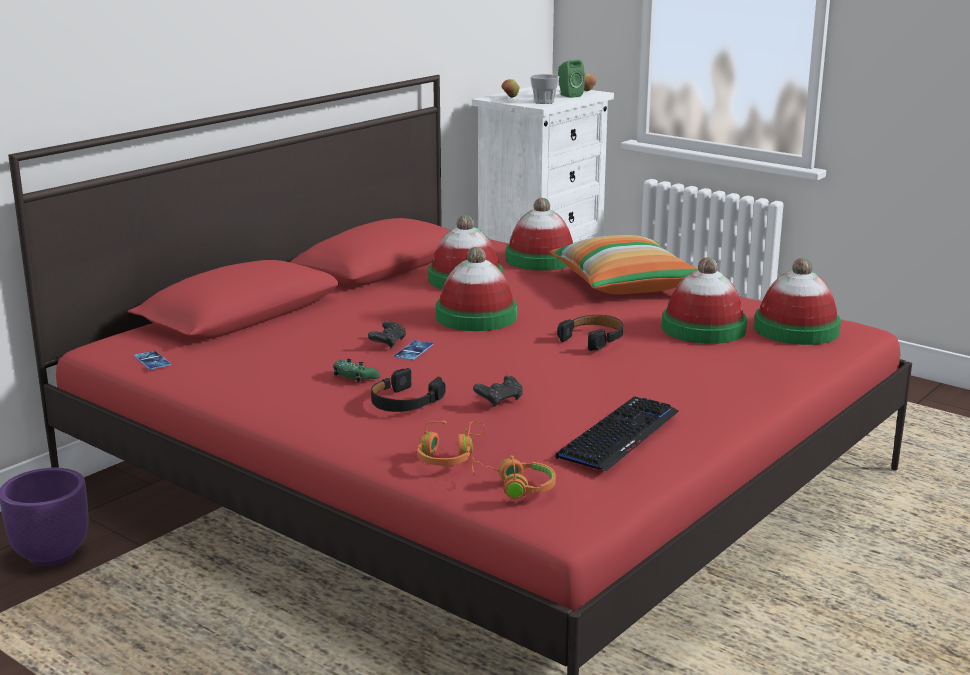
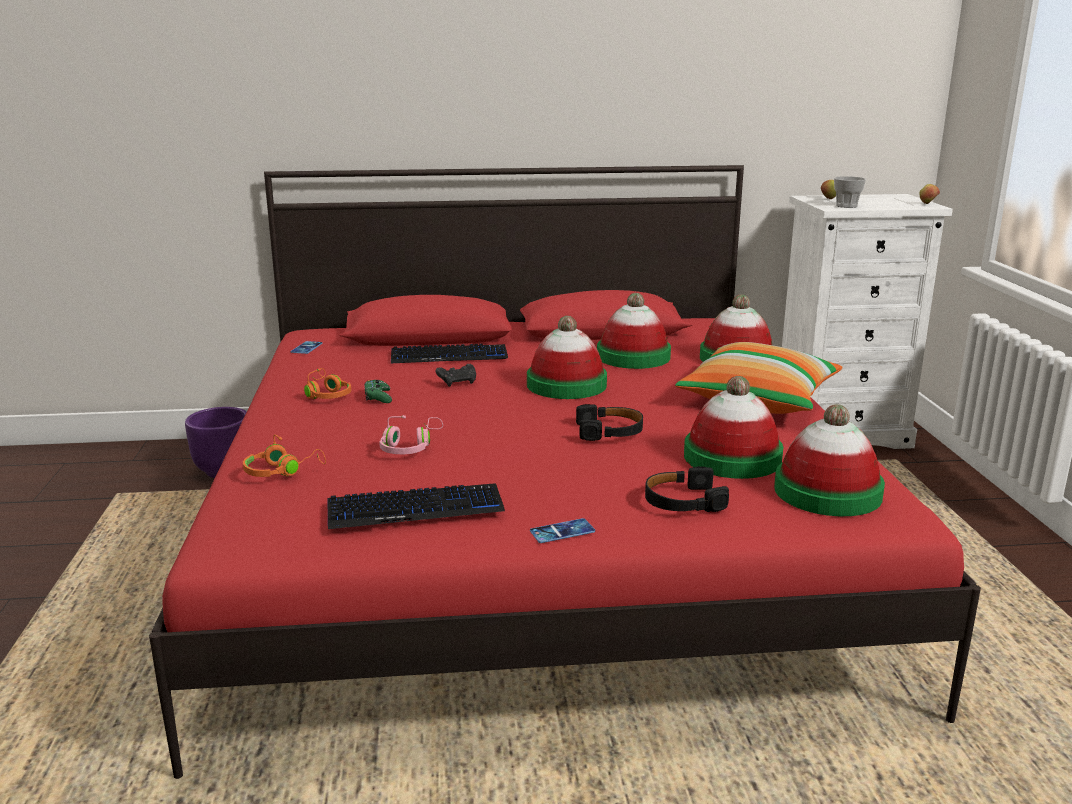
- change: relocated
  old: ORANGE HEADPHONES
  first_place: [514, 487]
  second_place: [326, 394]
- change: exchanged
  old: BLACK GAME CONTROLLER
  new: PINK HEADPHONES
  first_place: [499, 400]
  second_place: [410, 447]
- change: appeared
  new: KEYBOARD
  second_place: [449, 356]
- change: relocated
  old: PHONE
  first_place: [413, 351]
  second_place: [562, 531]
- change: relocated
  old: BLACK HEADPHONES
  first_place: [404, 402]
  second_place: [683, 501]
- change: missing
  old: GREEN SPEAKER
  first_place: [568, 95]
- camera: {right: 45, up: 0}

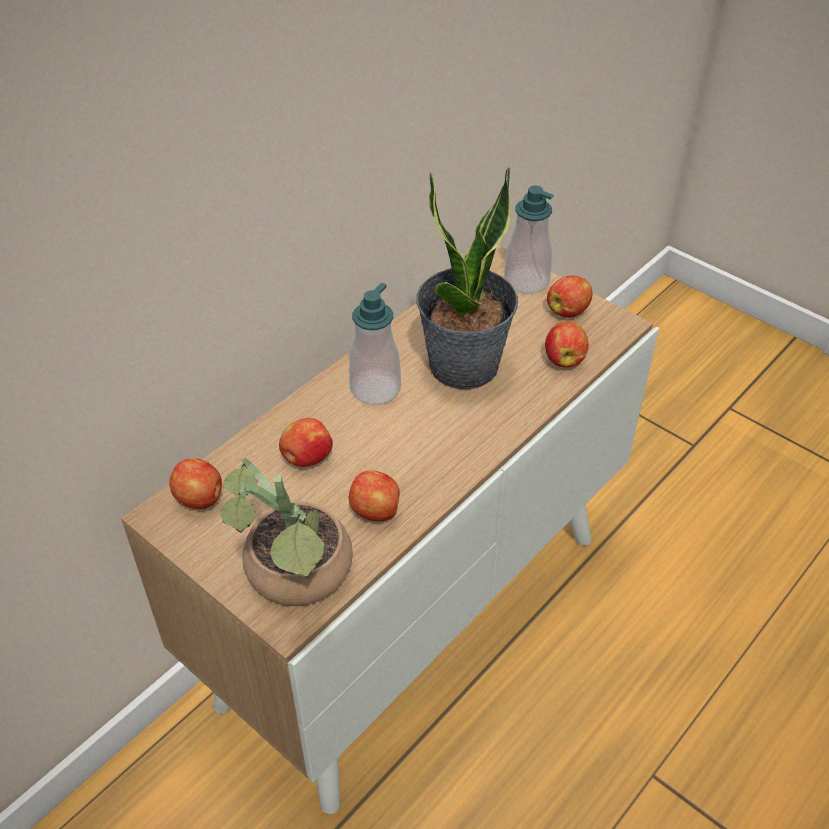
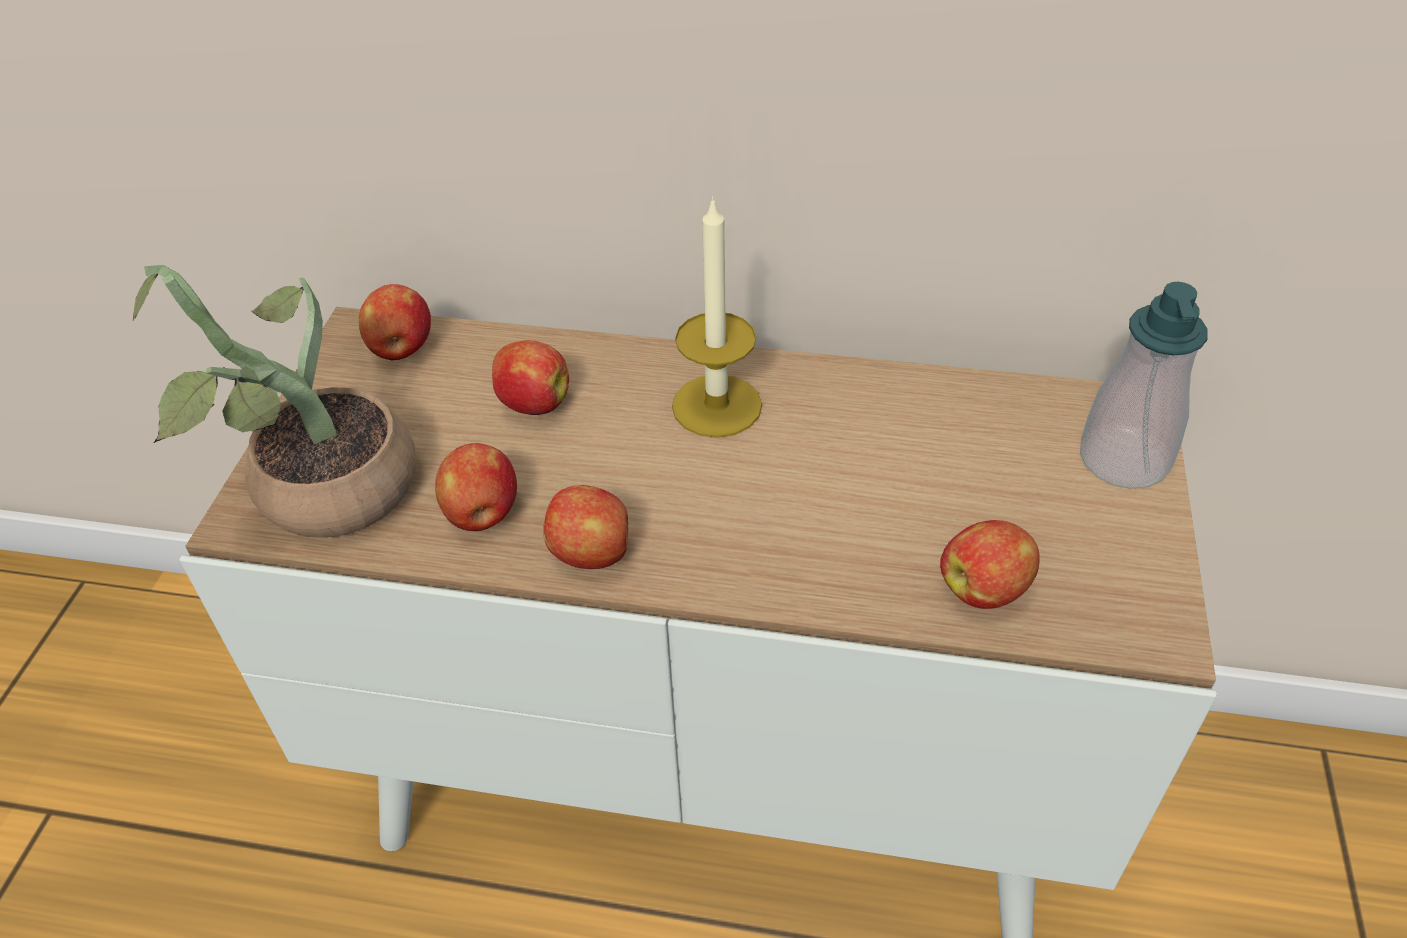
- change: relocated
  old: APPLE
  first_place: [568, 311]
  second_place: [592, 554]
- change: exchanged
  old: SOAP DISPENSER
  new: CANDLE
  first_place: [375, 389]
  second_place: [717, 406]
- change: missing
  old: POTTED PLANT
  first_place: [464, 366]
- camera: {right: 60, up: 0}

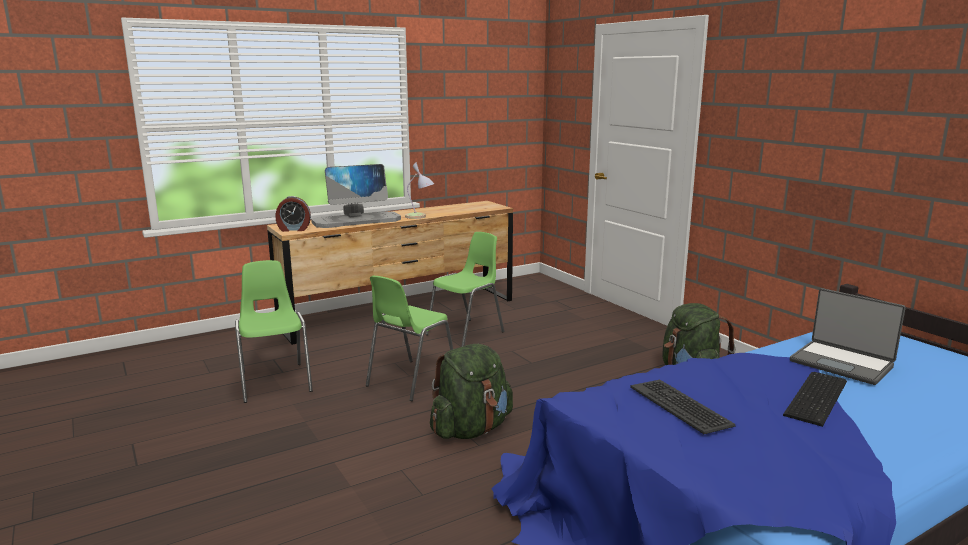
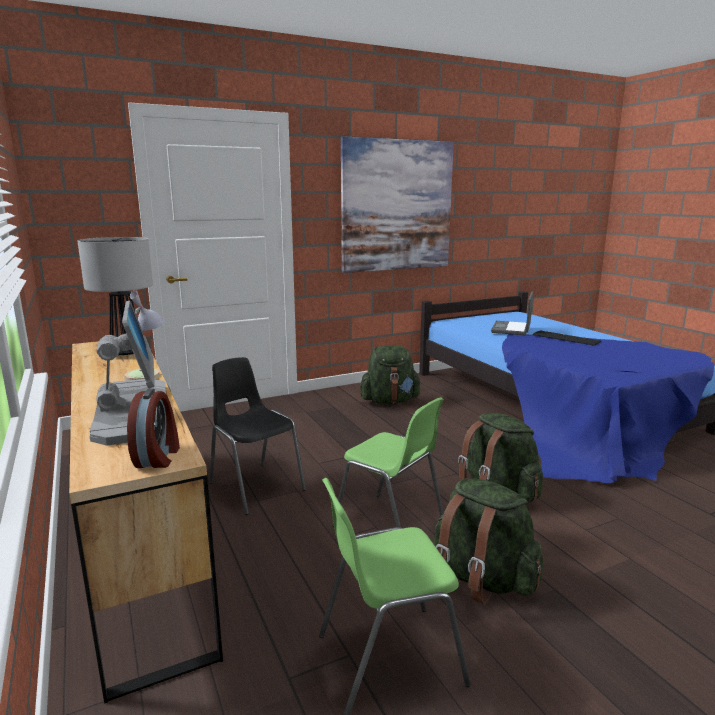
- change: appeared
  new: TABLE LAMP
  second_place: [127, 354]
- change: colour
  old: GREEN CHAIR
  new: BLACK CHAIR
  first_place: [466, 333]
  second_place: [256, 486]
- change: appeared
  new: PICTURE
  second_place: [397, 206]
- change: appeared
  new: GREEN BACKPACK
  second_place: [481, 579]
- change: spun
  old: LAPTOP
  first_place: [842, 363]
  second_place: [512, 329]
  degrees: 150
- change: missing
  old: KEYBOARD
  first_place: [680, 406]
- camera: {right: -85, up: 0}

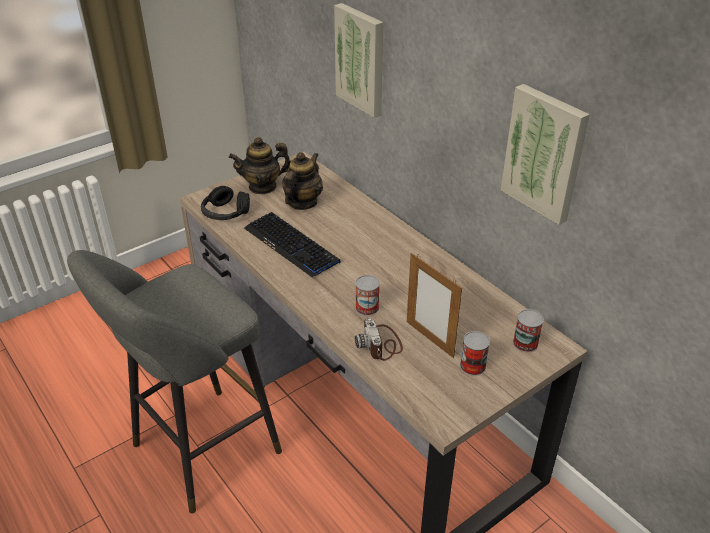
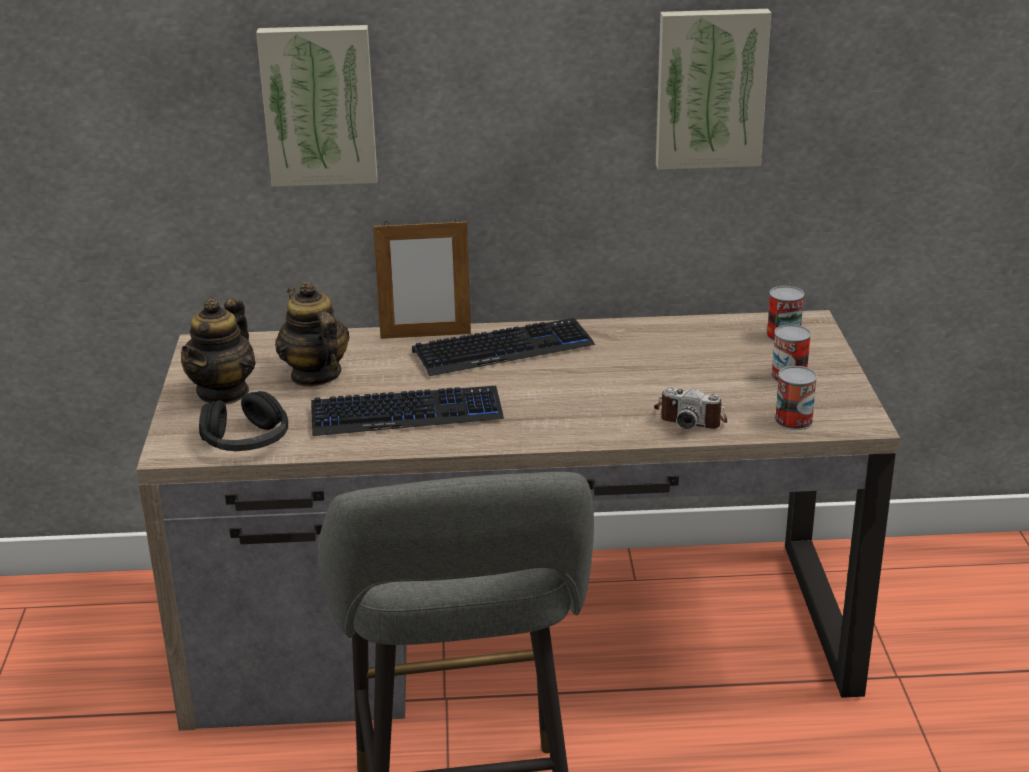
- change: relocated
  old: PICTURE FRAME
  first_place: [429, 339]
  second_place: [425, 335]
- change: appeared
  new: KEYBOARD
  second_place: [503, 350]
- change: relocated
  old: CAN
  first_place: [367, 307]
  second_place: [793, 420]
- camera: {right: -55, up: -10}

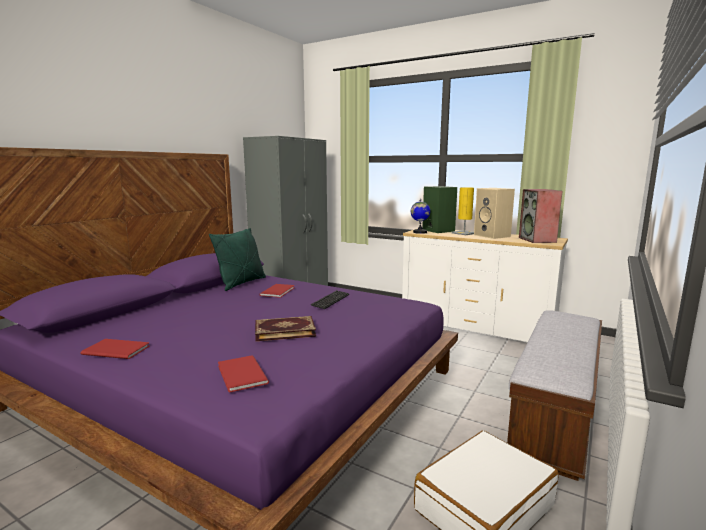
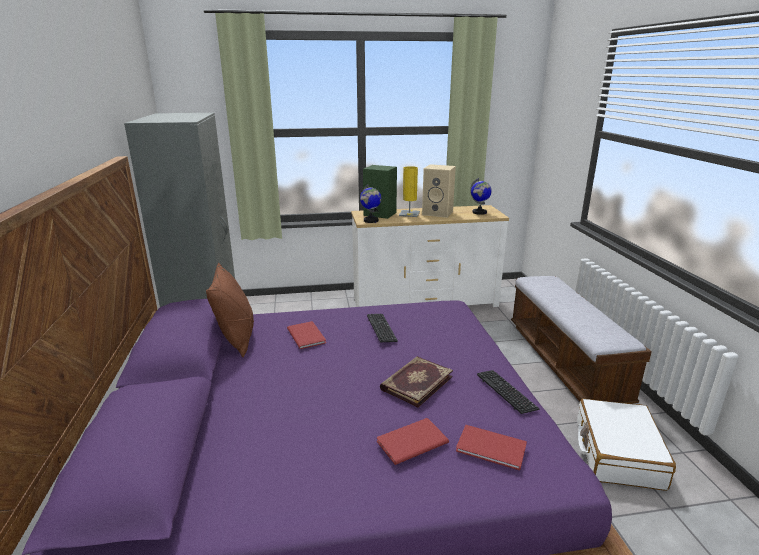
- change: colour
  old: GREEN PILLOW
  new: BROWN PILLOW
  first_place: [241, 283]
  second_place: [237, 338]
- change: relocated
  old: RED BOOK
  first_place: [116, 349]
  second_place: [409, 441]
- change: exchanged
  old: SPEAKER
  new: GLOBE
  first_place: [537, 240]
  second_place: [479, 212]
- change: appeared
  new: KEYBOARD
  second_place: [506, 392]
- camera: {right: -40, up: 10}

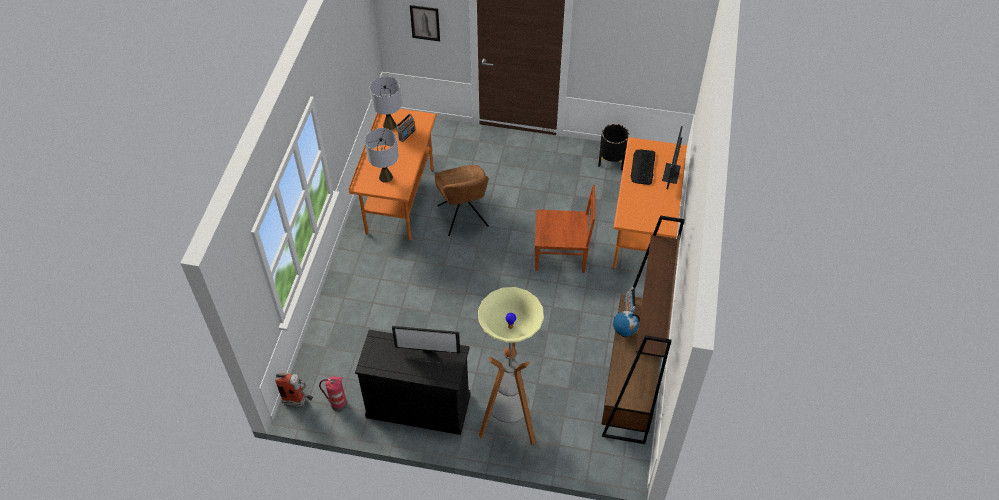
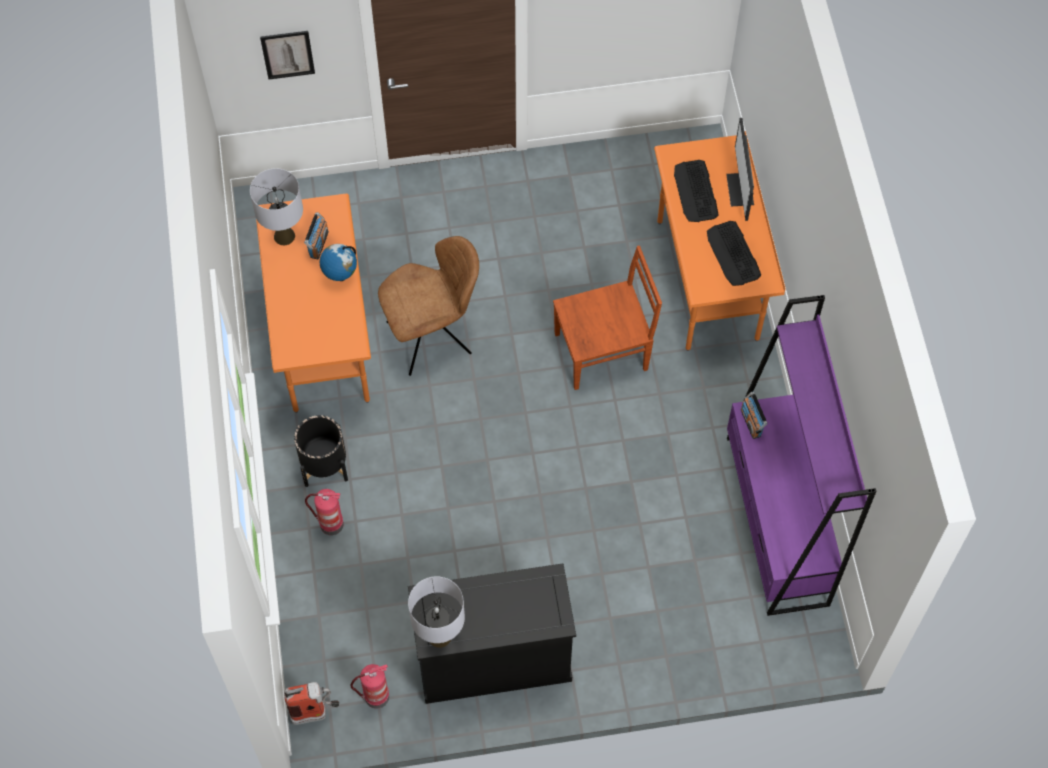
- change: relocated
  old: BLACK PLANTER
  first_place: [612, 159]
  second_place: [324, 464]
- change: appeared
  new: FIRE EXTINGUISHER
  second_place: [330, 524]
- change: relocated
  old: GLOBE
  first_place: [624, 333]
  second_place: [340, 276]
- change: spun
  old: BROWN CHAIR
  first_place: [463, 217]
  second_place: [432, 337]
  degrees: -75
- change: relocated
  old: GREY TABLE LAMP
  first_place: [385, 177]
  second_place: [439, 636]
- change: appeared
  new: KEYBOARD
  second_place: [733, 254]
- change: colour
  old: BROWN BOOKCASE
  new: PURPLE BOOKCASE
  first_place: [630, 382]
  second_place: [777, 520]
- change: missing
  old: MONITOR
  first_place: [428, 353]
- change: missing
  old: FLOOR LAMP
  first_place: [509, 426]
- camera: {right: -20, up: 10}

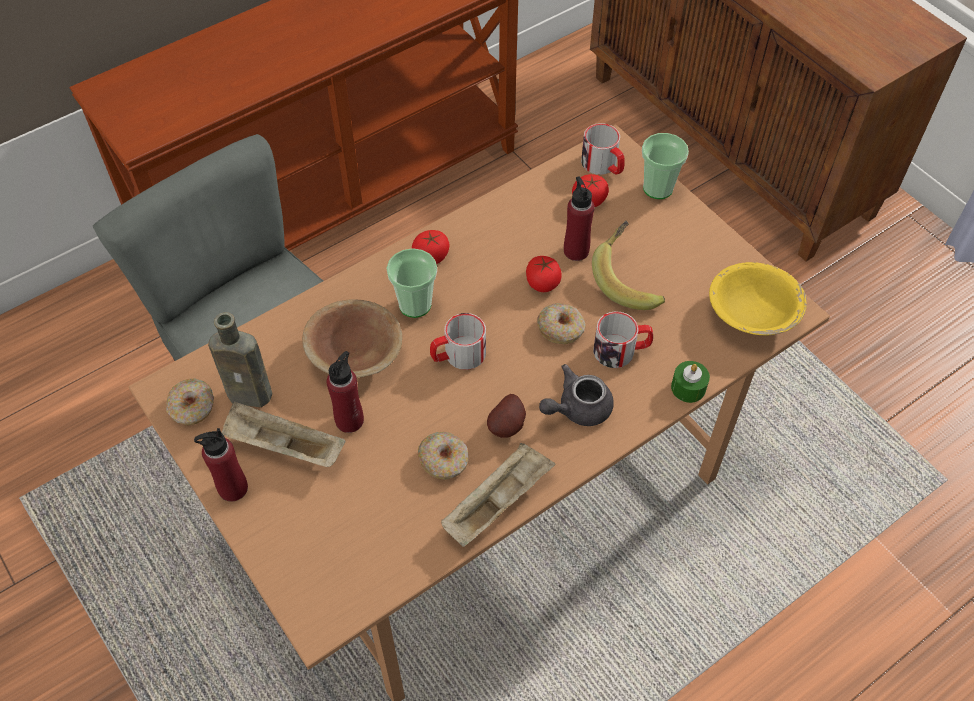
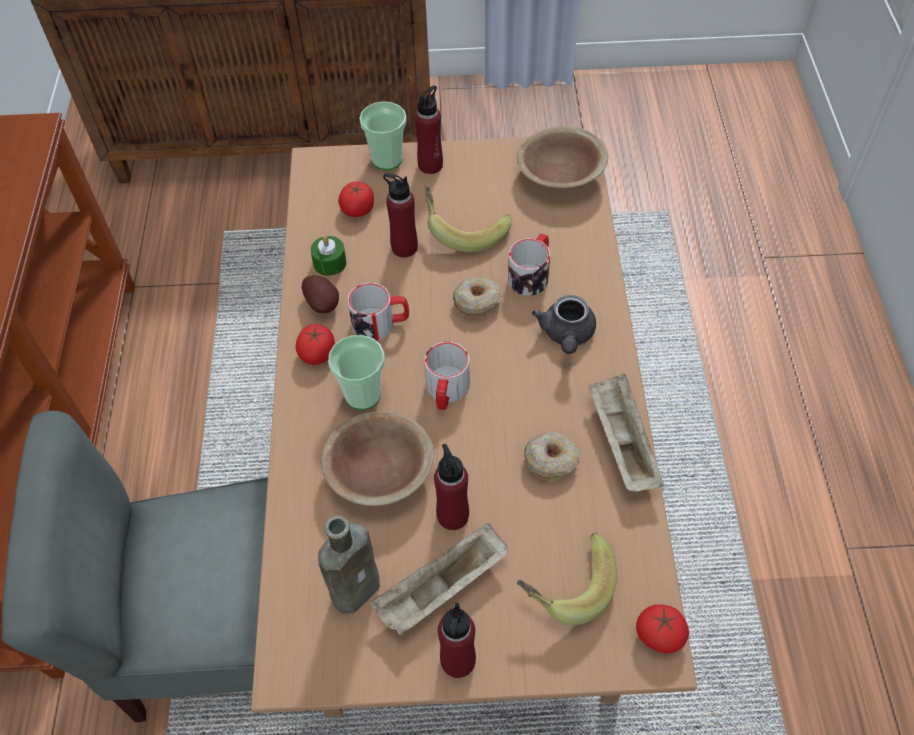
- change: relocated
  old: POTATO
  first_place: [508, 426]
  second_place: [323, 304]
- change: relocated
  old: GREEN CANDLE
  first_place: [688, 387]
  second_place: [330, 263]
- change: relocated
  old: MUG
  first_place: [603, 165]
  second_place: [381, 324]
- change: appeared
  new: RED BOTTLE
  second_place: [430, 165]
- change: colour
  old: YELLOW BOWL
  new: BROWN BOWL
  first_place: [751, 314]
  second_place: [560, 175]
- change: appeared
  new: BANANA
  second_place: [565, 584]
- change: relocated
  old: TOMATO
  first_place: [543, 282]
  second_place: [659, 634]
- change: missing
  old: DONUT
  first_place: [192, 407]
- camera: {right: -55, up: 0}

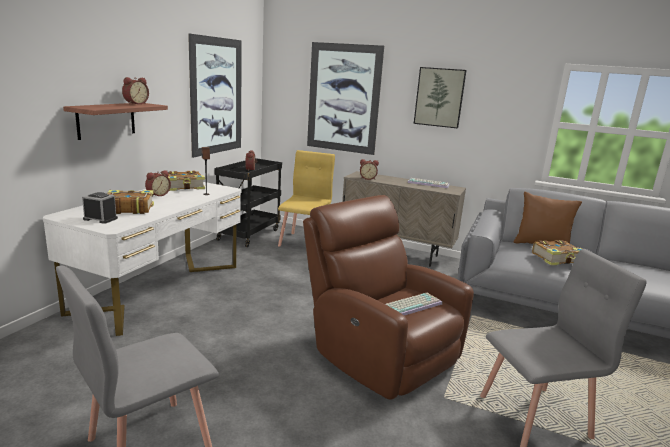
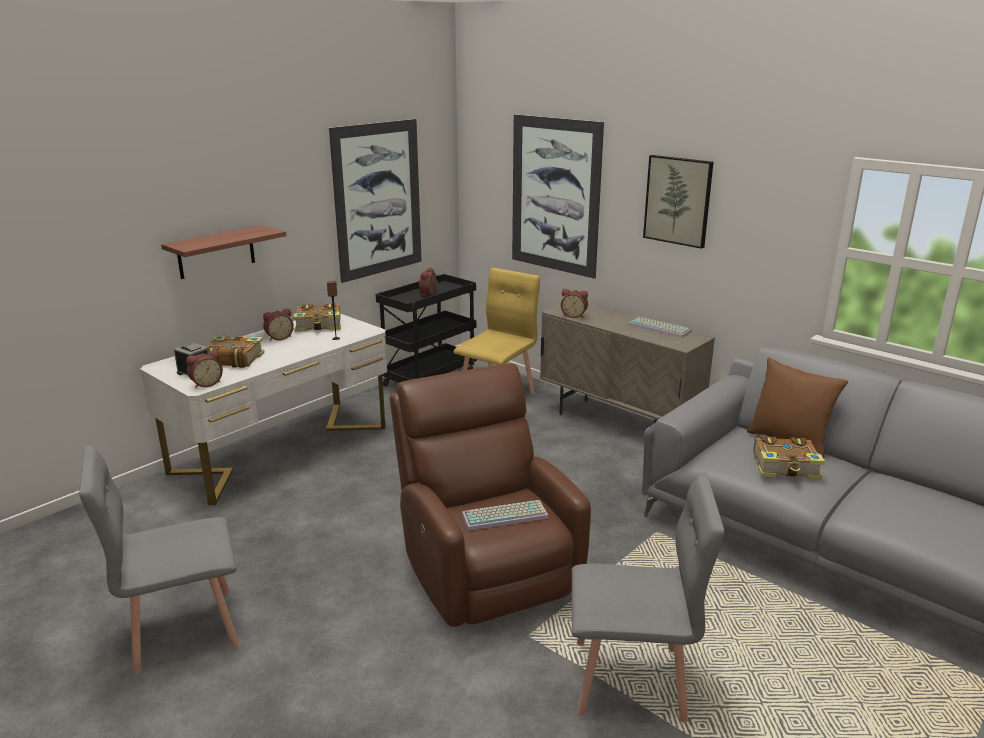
- change: relocated
  old: ALARM CLOCK
  first_place: [135, 103]
  second_place: [206, 384]
- camera: {right: 20, up: 5}

